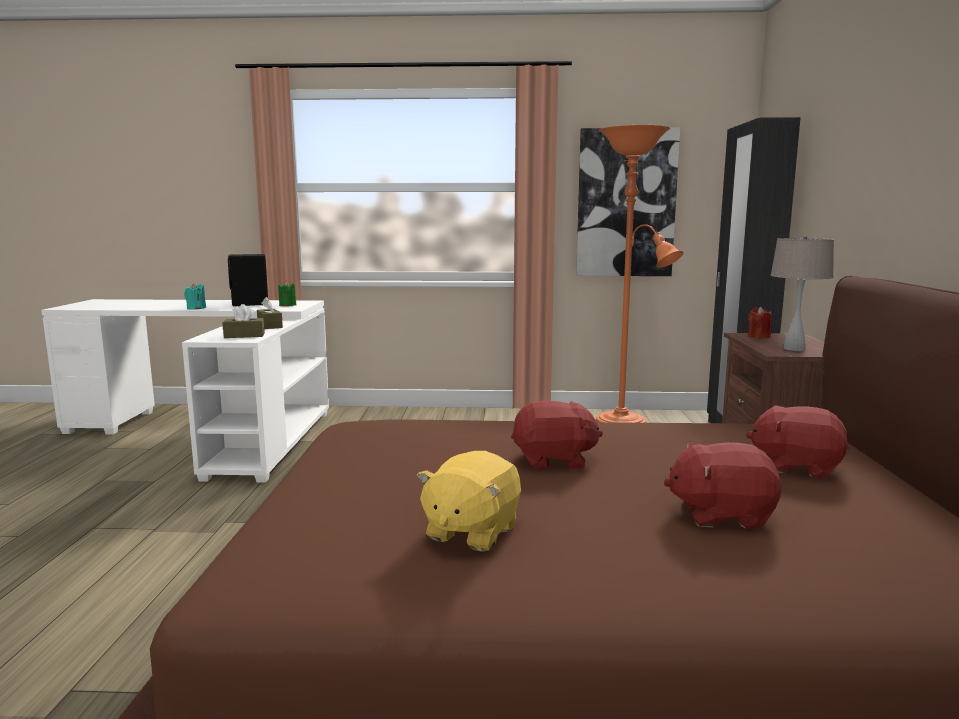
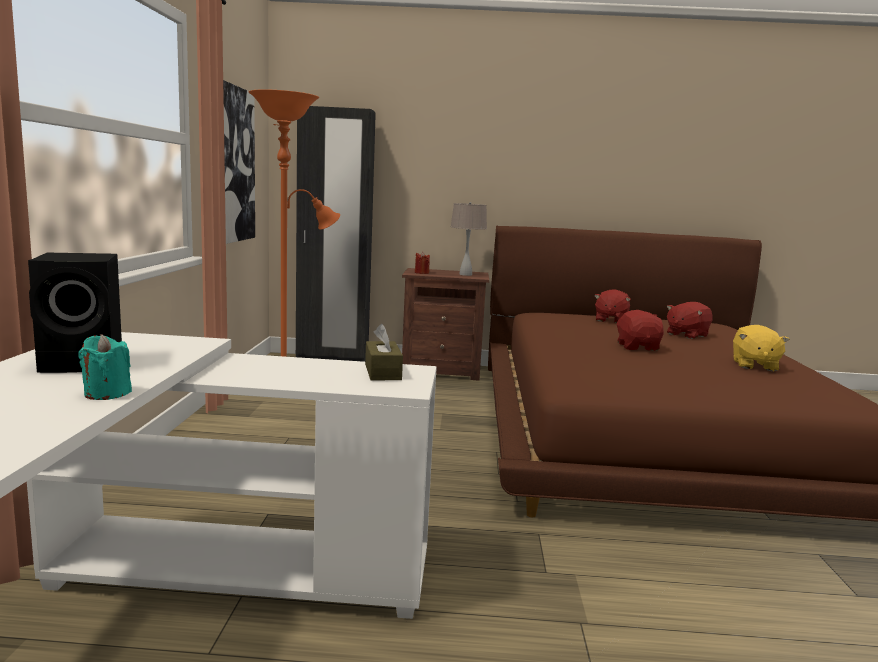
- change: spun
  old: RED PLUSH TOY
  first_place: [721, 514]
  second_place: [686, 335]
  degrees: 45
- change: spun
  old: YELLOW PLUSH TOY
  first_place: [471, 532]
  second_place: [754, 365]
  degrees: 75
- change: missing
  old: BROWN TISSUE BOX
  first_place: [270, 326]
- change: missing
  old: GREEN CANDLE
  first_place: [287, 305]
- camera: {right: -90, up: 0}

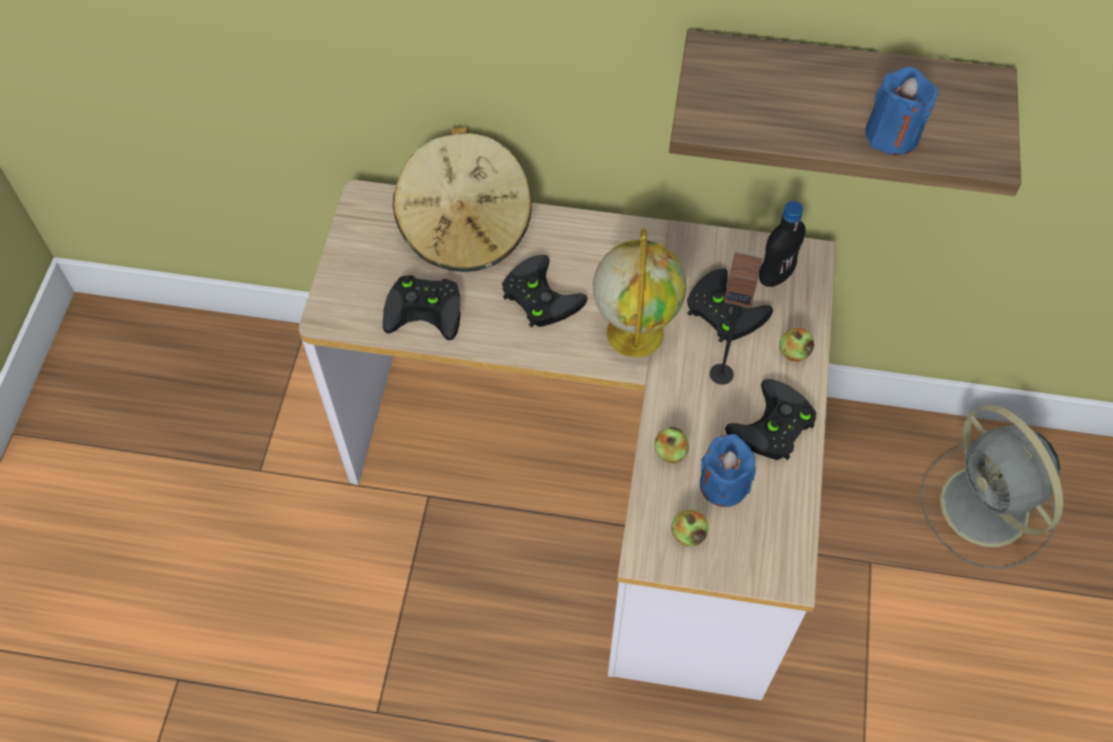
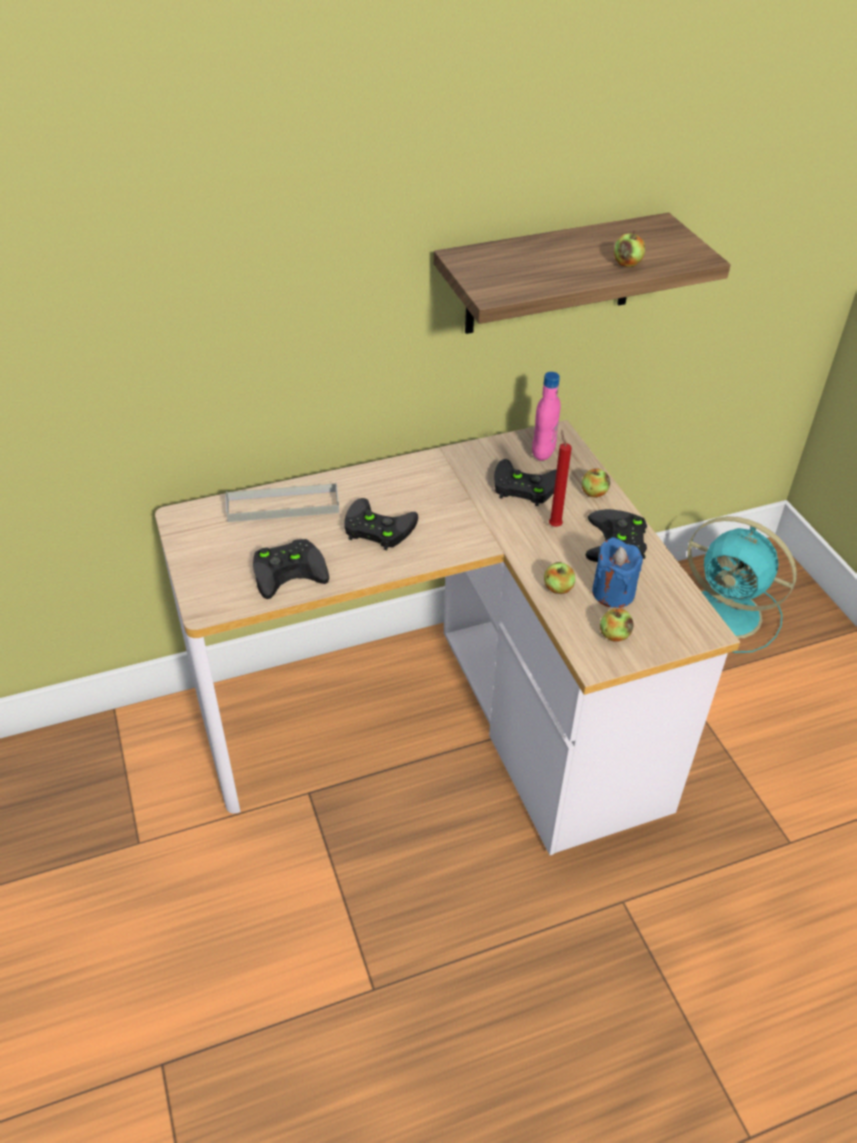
- change: exchanged
  old: BEIGE HAT
  new: GREY TRAY
  first_place: [466, 228]
  second_place: [283, 506]
- change: colour
  old: BLACK BOTTLE
  new: PINK BOTTLE
  first_place: [775, 276]
  second_place: [543, 453]
- change: exchanged
  old: SPEAKER
  new: RED CANDLE
  first_place: [721, 373]
  second_place: [554, 525]
- change: exchanged
  old: BLUE CANDLE
  new: APPLE
  first_place: [892, 135]
  second_place: [627, 263]
- change: colour
  old: GREY FAN
  new: TURQUOISE FAN
  first_place: [987, 510]
  second_place: [728, 614]
- change: missing
  old: GLOBE
  first_place: [634, 331]
- camera: {right: -30, up: -15}

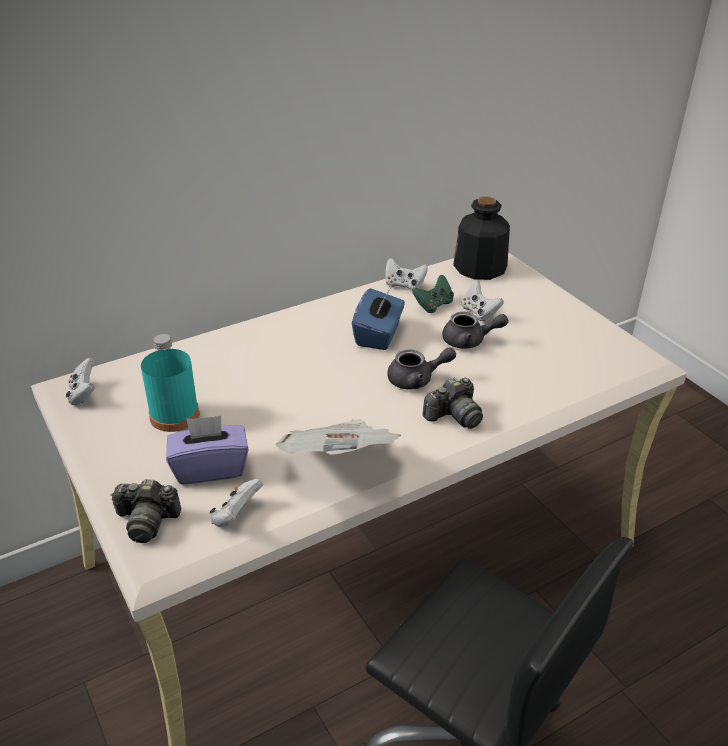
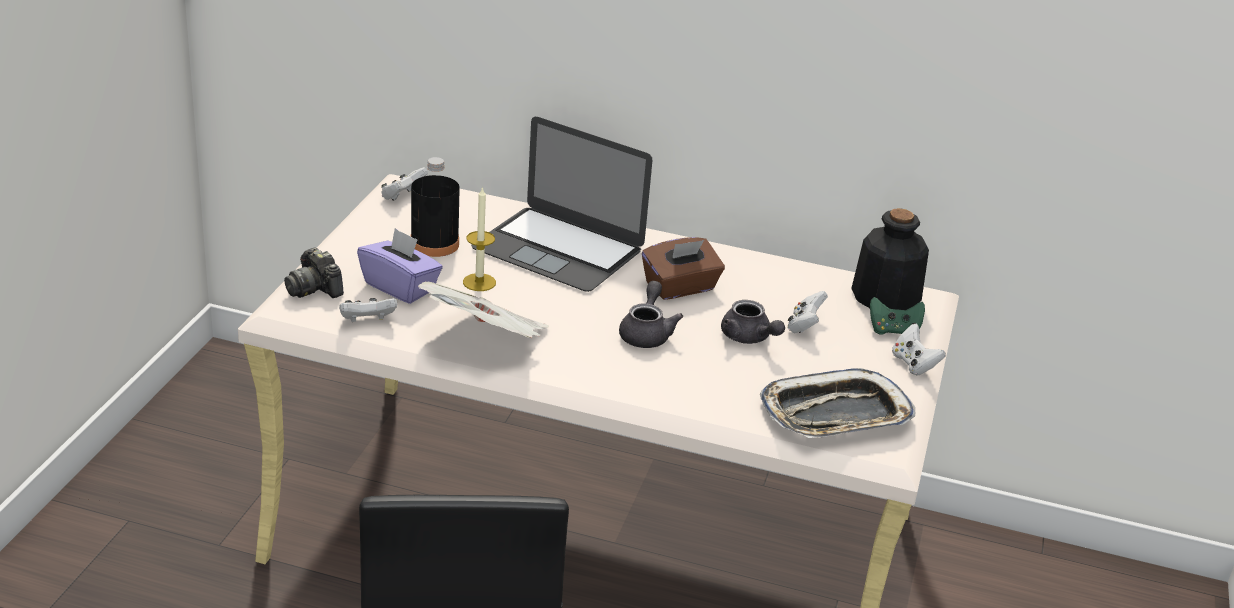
- change: colour
  old: TURQUOISE BOTTLE
  new: BLACK BOTTLE
  first_place: [174, 415]
  second_place: [434, 244]
- change: appeared
  new: CANDLE
  second_place: [479, 282]
- change: appeared
  new: LAPTOP
  second_place: [558, 249]
- change: spun
  old: GREY TEAPOT
  first_place: [417, 380]
  second_place: [647, 333]
  degrees: -120
- change: colour
  old: BLUE TISSUE BOX
  new: BROWN TISSUE BOX
  first_place: [378, 335]
  second_place: [680, 287]
- change: appeared
  new: TRAY
  second_place: [835, 415]
- change: relocated
  old: GREEN GAME CONTROLLER
  first_place: [434, 305]
  second_place: [894, 331]
- change: relocated
  old: WHITE GAME CONTROLLER
  first_place: [404, 285]
  second_place: [913, 364]
- change: missing
  old: PHOTO CAMERA
  first_place: [454, 416]
- camera: {right: 45, up: -5}

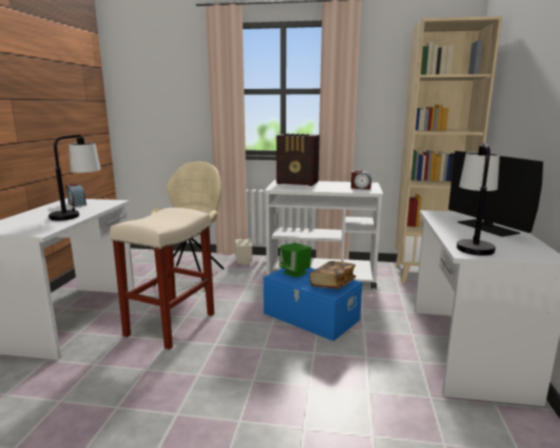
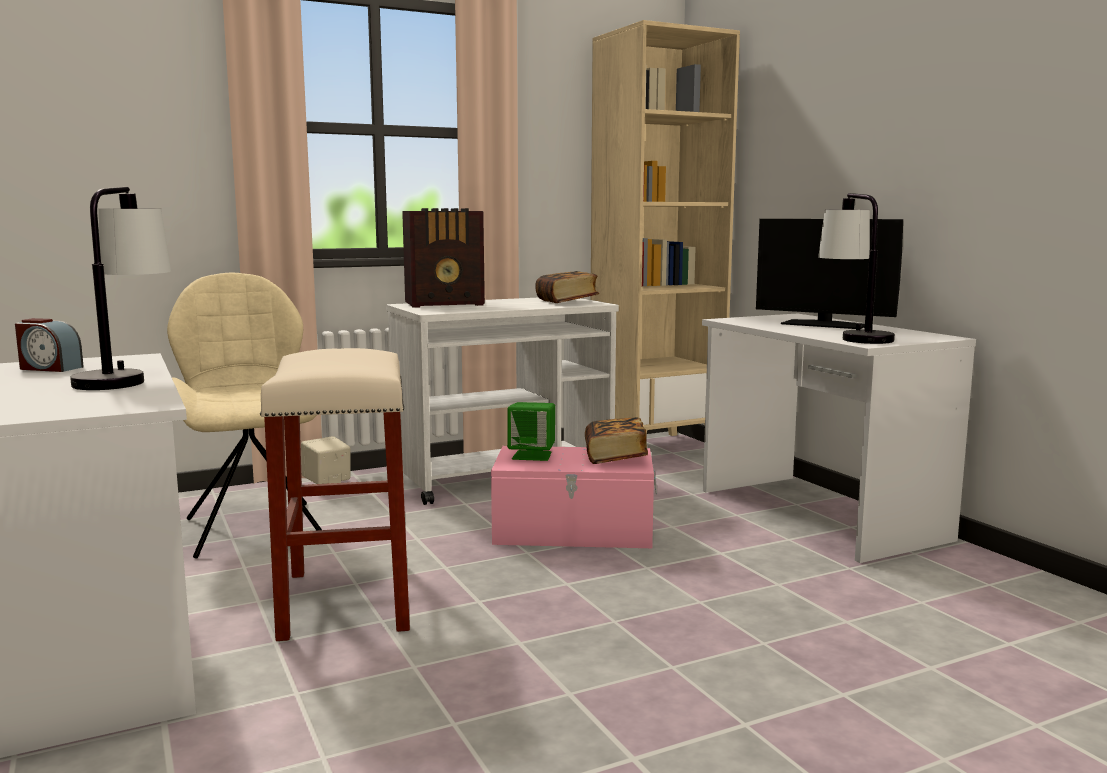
- change: colour
  old: BLUE STORAGE BOX
  new: PINK STORAGE BOX
  first_place: [310, 317]
  second_place: [574, 530]
- change: exchanged
  old: ALARM CLOCK
  new: BOOK
  first_place: [360, 188]
  second_place: [567, 302]
- camera: {right: -35, up: -5}

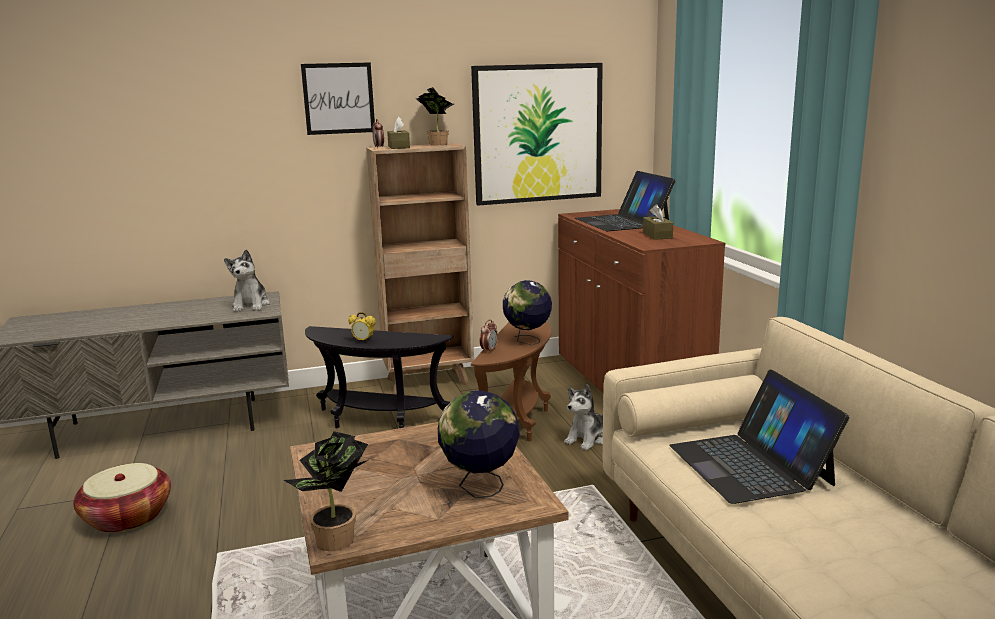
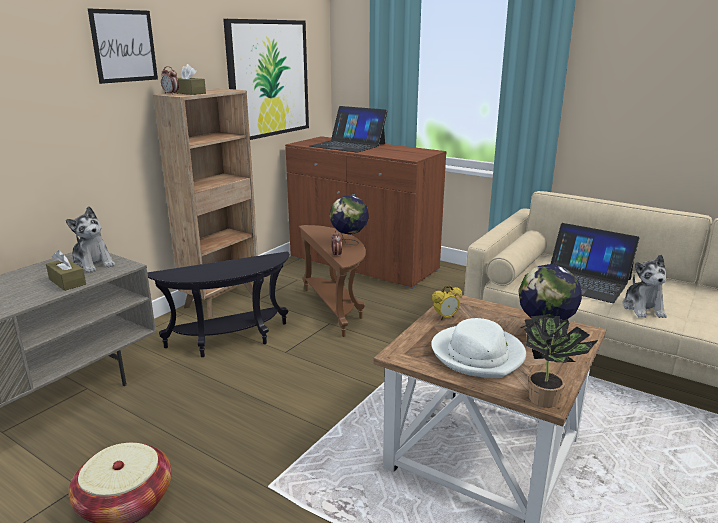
- change: relocated
  old: BROWN TISSUE BOX
  first_place: [657, 235]
  second_place: [67, 282]
- change: appeared
  new: WHITE HAT
  second_place: [478, 354]
- change: relocated
  old: ALARM CLOCK
  first_place: [363, 341]
  second_place: [445, 317]
- change: relocated
  old: PLUSH TOY
  first_place: [588, 439]
  second_place: [643, 308]
- change: missing
  old: POTTED PLANT
  first_place: [436, 144]
- camera: {right: -40, up: 5}

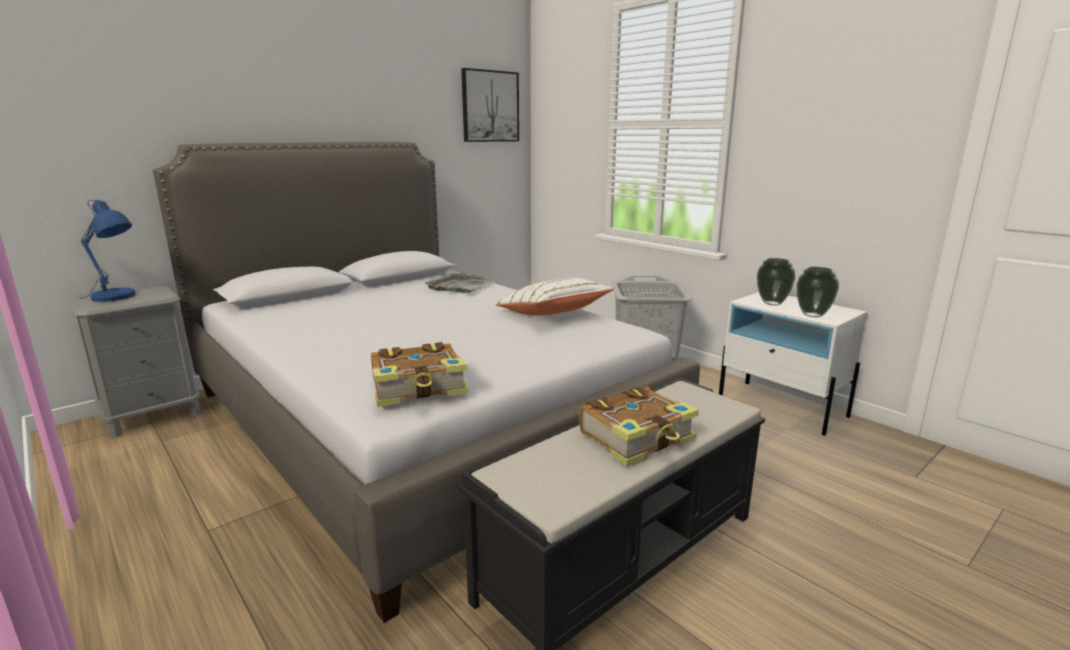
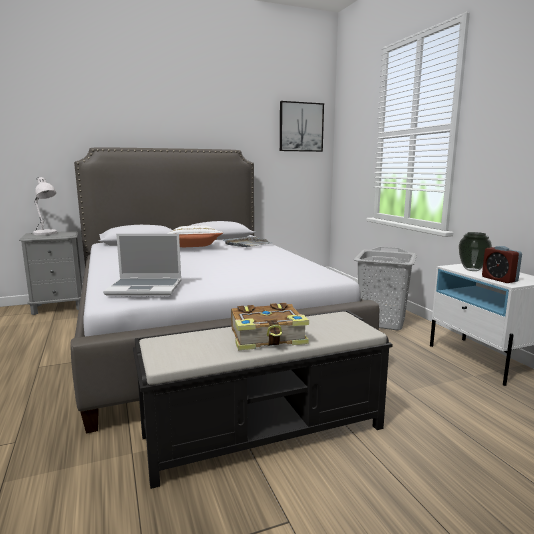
- change: colour
  old: BLUE TABLE LAMP
  new: WHITE TABLE LAMP
  first_place: [116, 297]
  second_place: [46, 234]
- change: exchanged
  old: BOOK
  new: LAPTOP
  first_place: [419, 387]
  second_place: [146, 288]
- change: relocated
  old: WHITE PILLOW
  first_place: [553, 314]
  second_place: [193, 248]
- change: exchanged
  old: VASE
  new: ALARM CLOCK
  first_place: [813, 315]
  second_place: [499, 279]
- camera: {right: 20, up: -5}

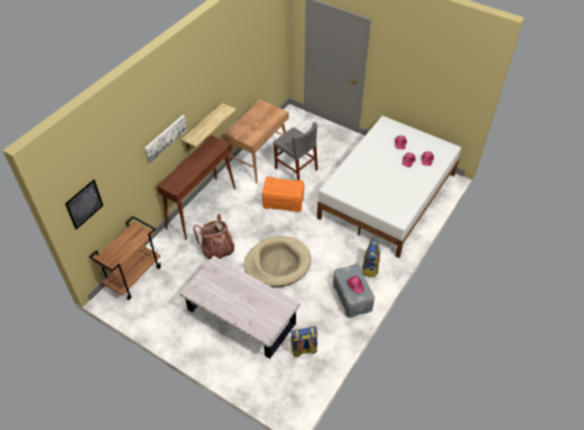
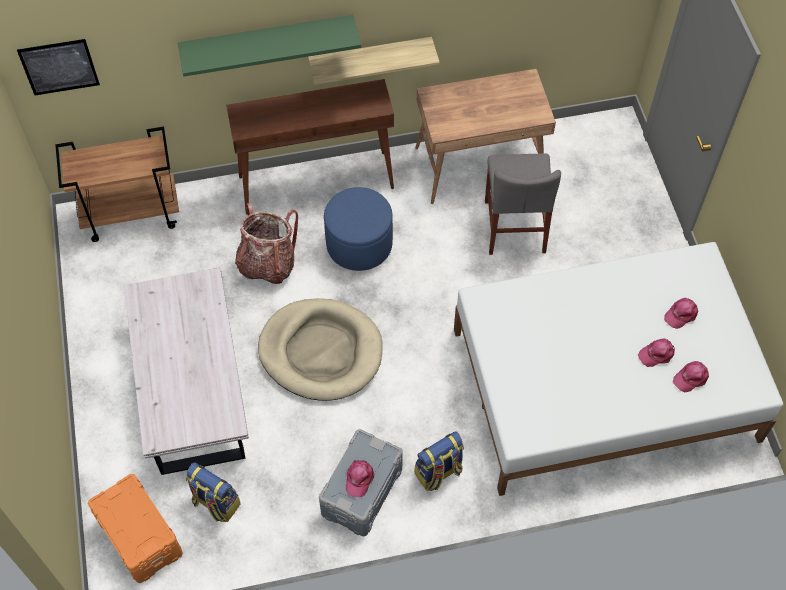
- change: relocated
  old: ORANGE STORAGE BOX
  first_place: [283, 201]
  second_place: [141, 536]
- change: exchanged
  old: PICTURE
  new: GREEN SHELF
  first_place: [165, 138]
  second_place: [267, 40]
- change: appeared
  new: BLUE OTTOMAN
  second_place: [359, 244]
- camera: {right: 45, up: 10}

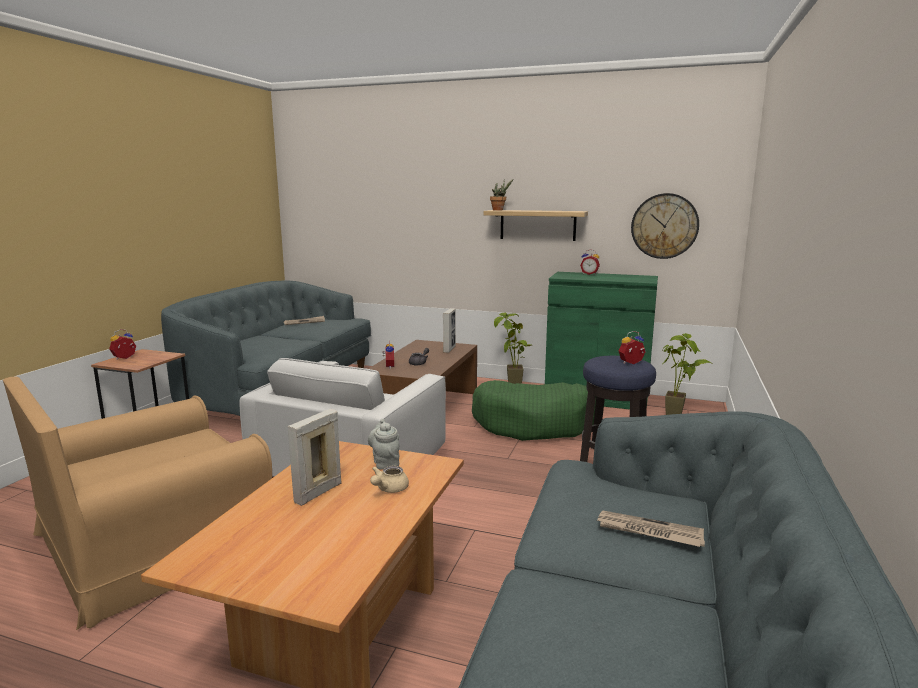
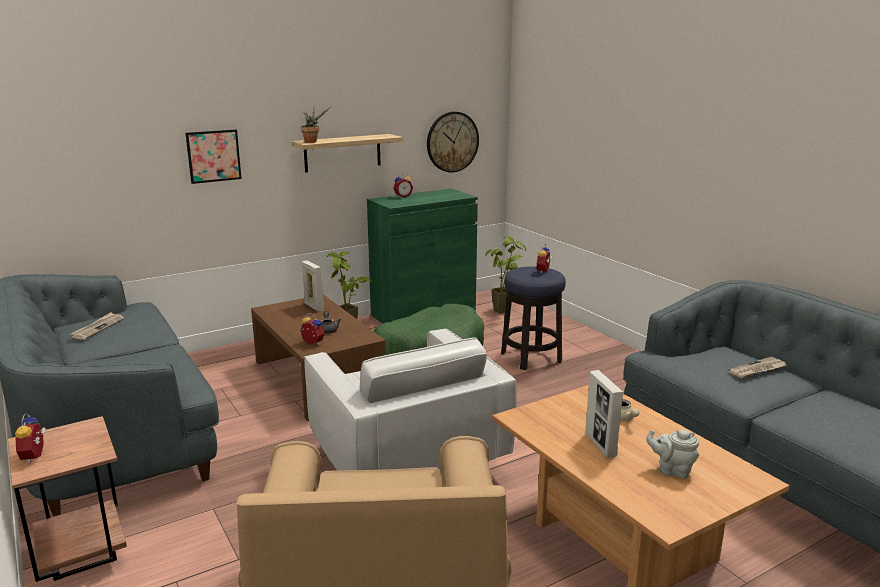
- change: appeared
  new: PICTURE
  second_place: [213, 156]
- change: relocated
  old: GREY TEAPOT
  first_place: [385, 462]
  second_place: [672, 470]
- camera: {right: -50, up: 5}

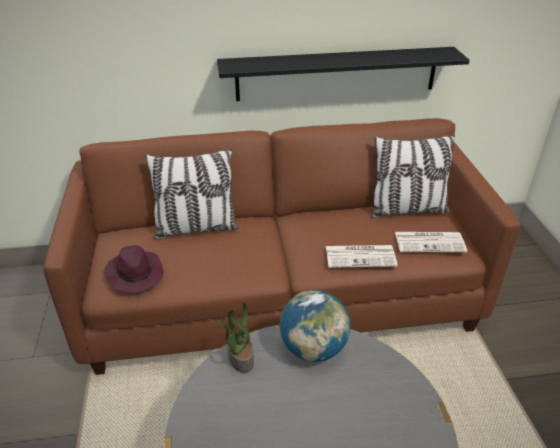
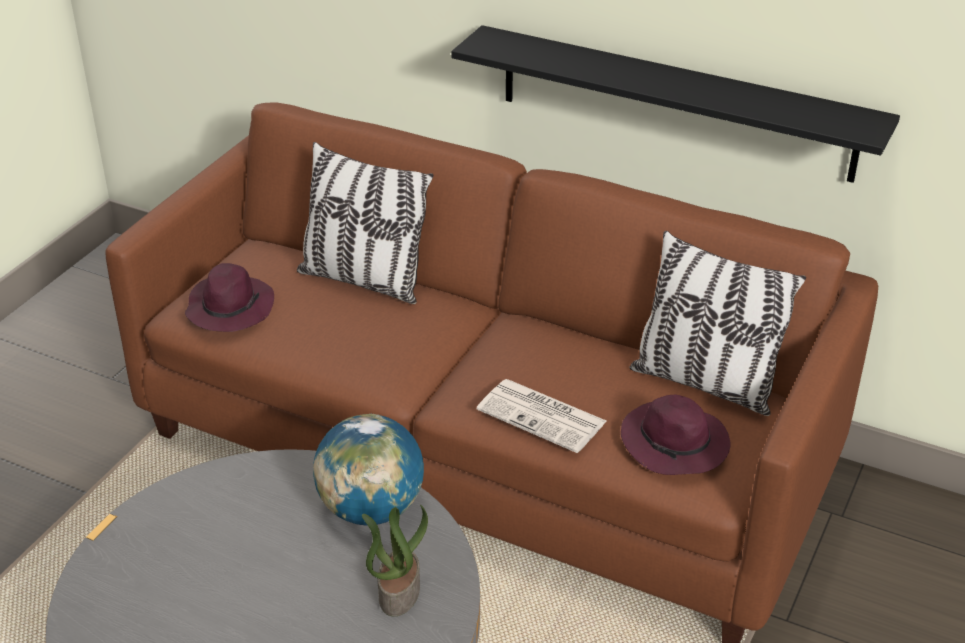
- change: relocated
  old: POTTED PLANT
  first_place: [240, 358]
  second_place: [398, 592]
- change: exchanged
  old: NEWSPAPER
  new: PURPLE HAT
  first_place: [430, 242]
  second_place: [676, 444]
- camera: {right: 35, up: 0}

